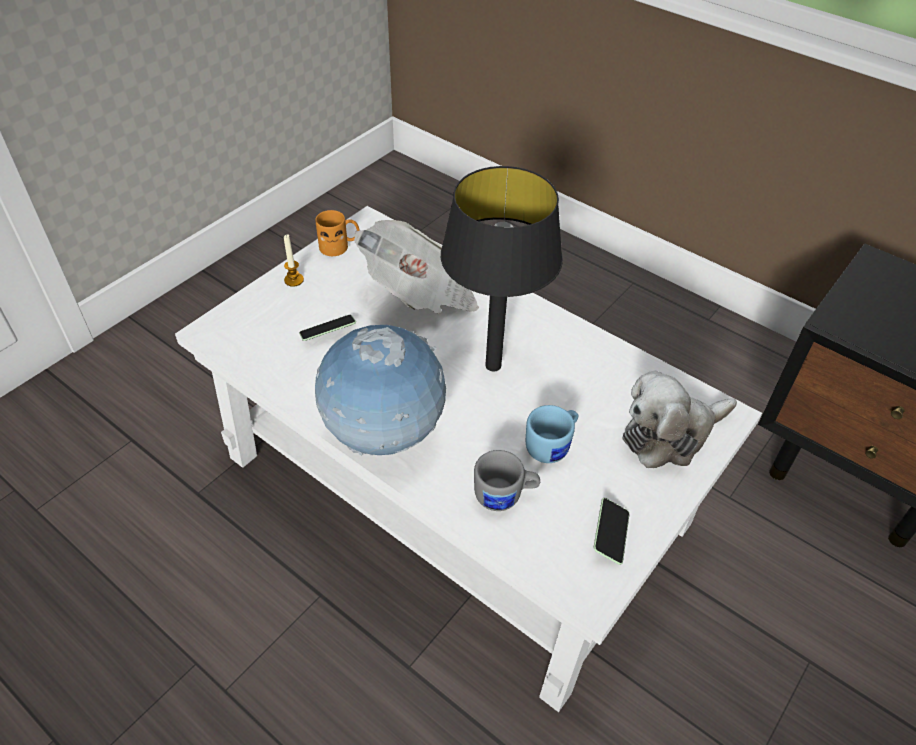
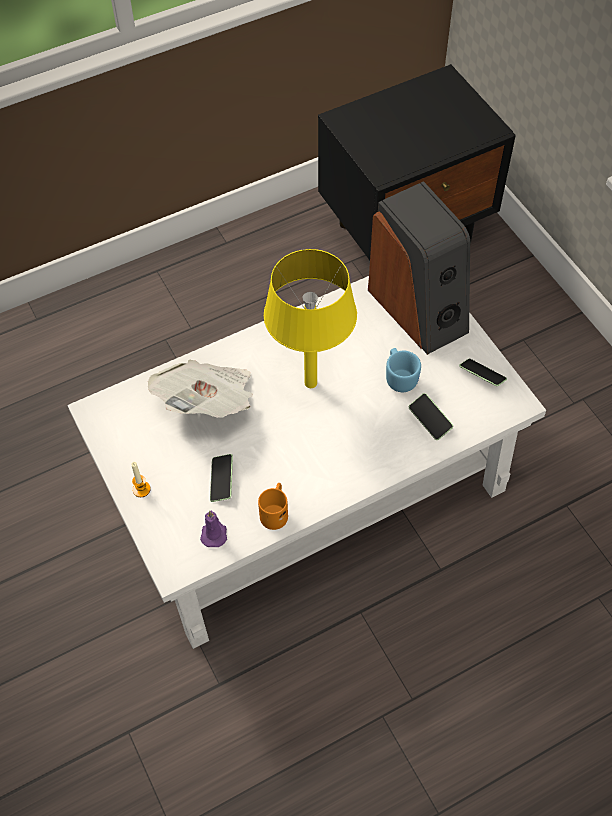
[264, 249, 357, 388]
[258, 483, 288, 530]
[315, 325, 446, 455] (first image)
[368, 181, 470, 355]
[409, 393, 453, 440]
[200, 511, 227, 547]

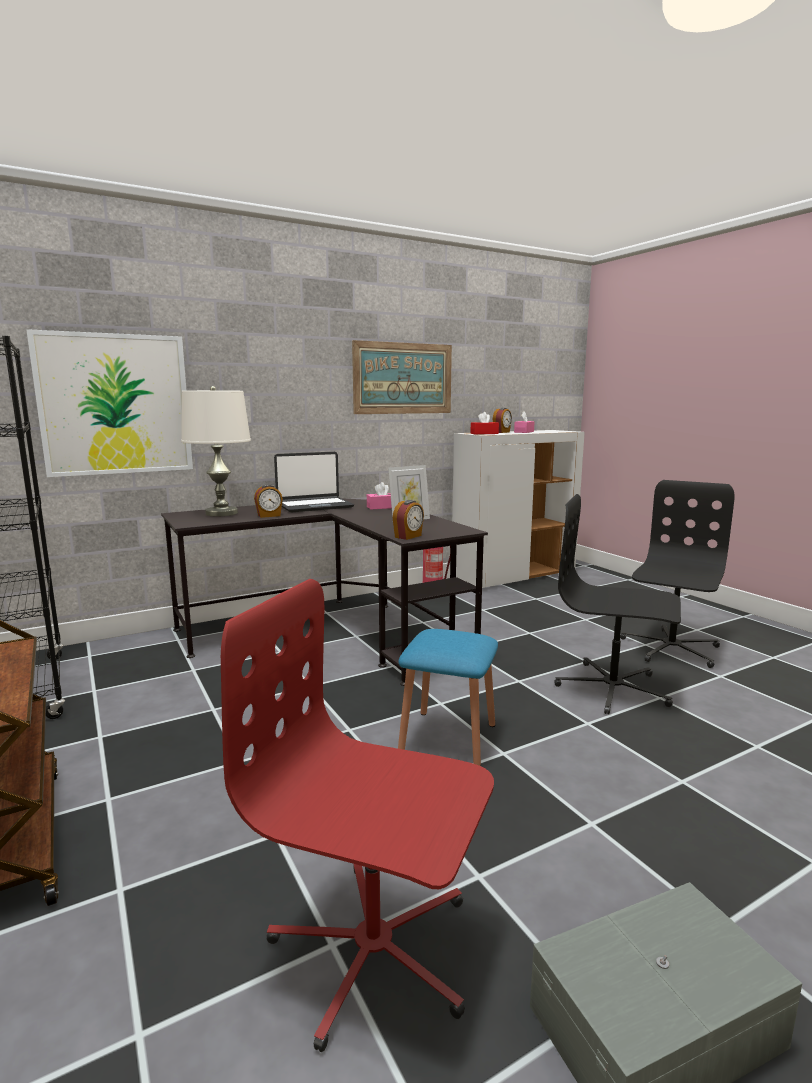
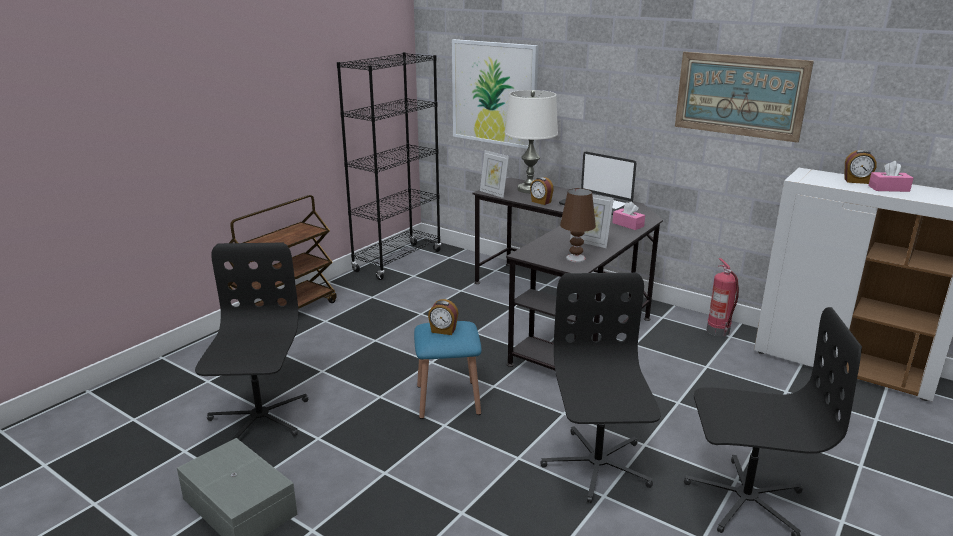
[470, 412, 499, 434] (first image)
[428, 299, 458, 335]
[195, 242, 308, 440]
[480, 150, 509, 198]
[560, 188, 596, 262]

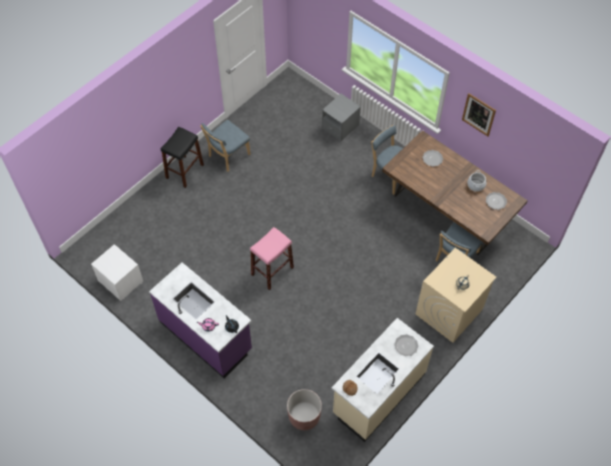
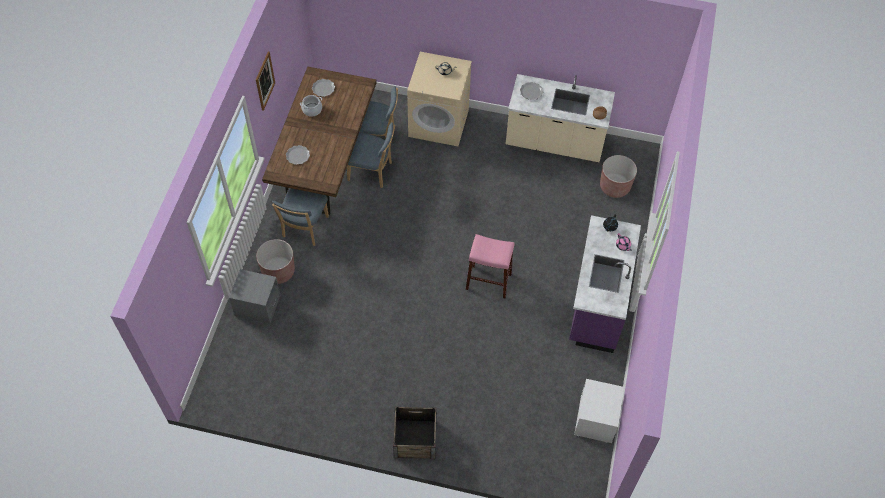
[347, 122, 395, 188]
[393, 406, 437, 459]
[256, 239, 295, 284]

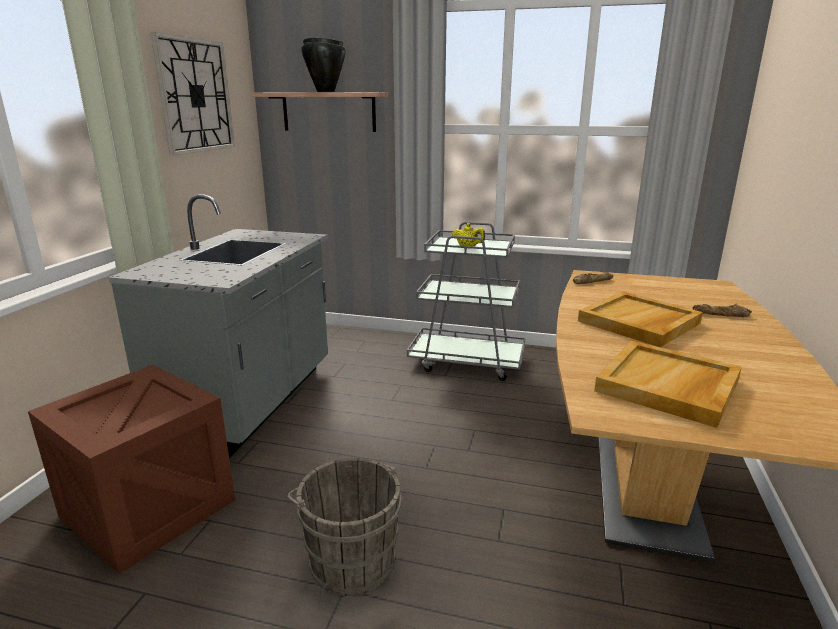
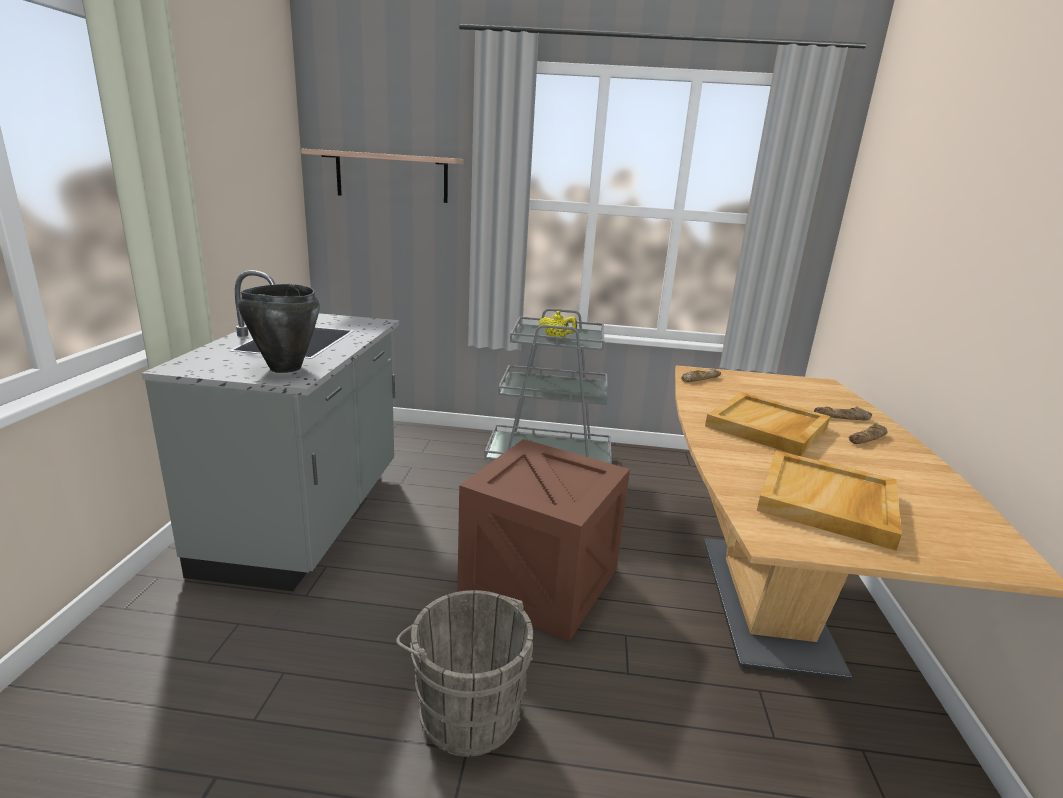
[150, 32, 235, 156] (first image)
[238, 284, 320, 373]
[457, 439, 630, 641]
[849, 423, 887, 444]

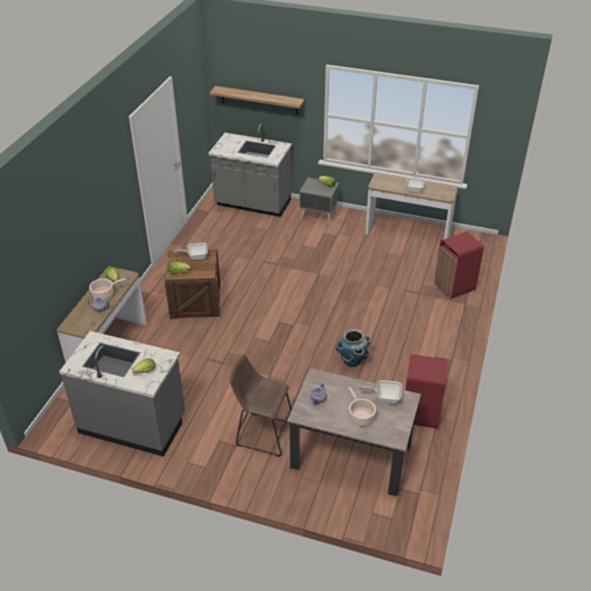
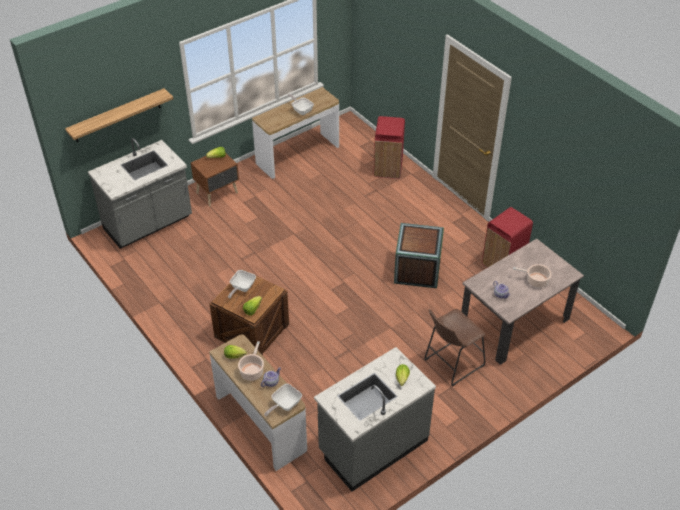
[191, 153, 239, 206]
[394, 223, 444, 288]
[264, 384, 302, 416]

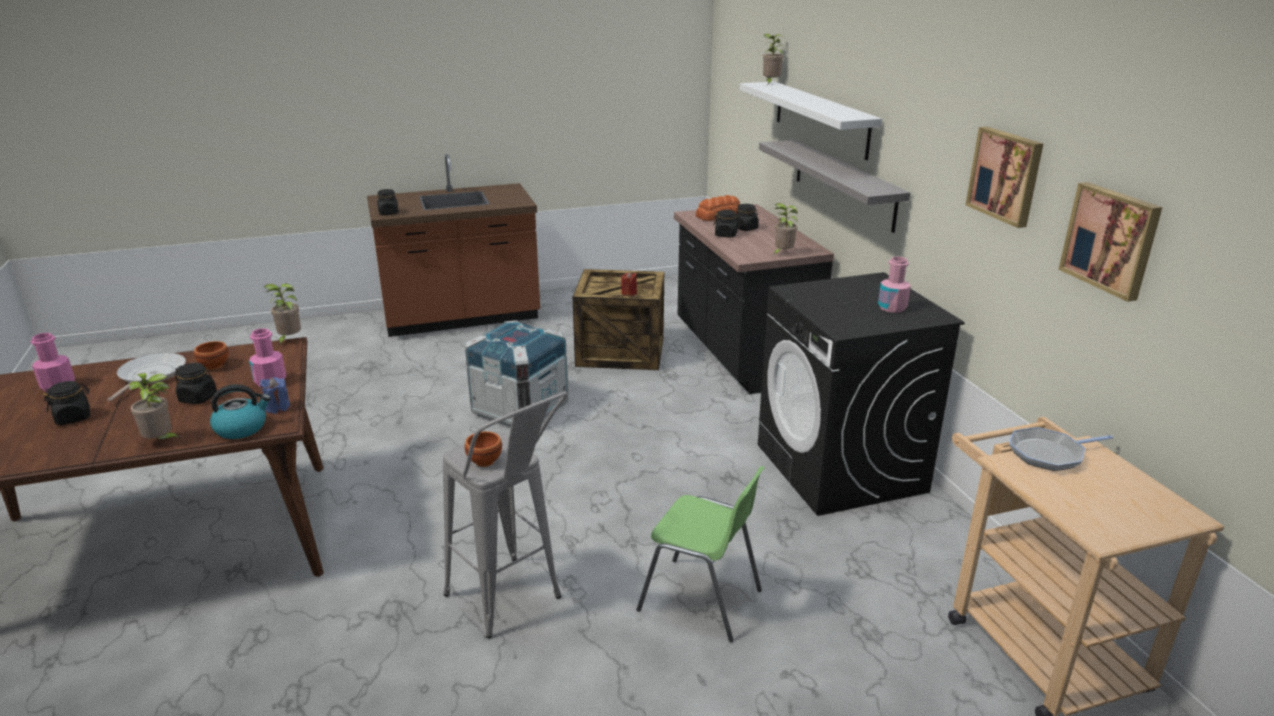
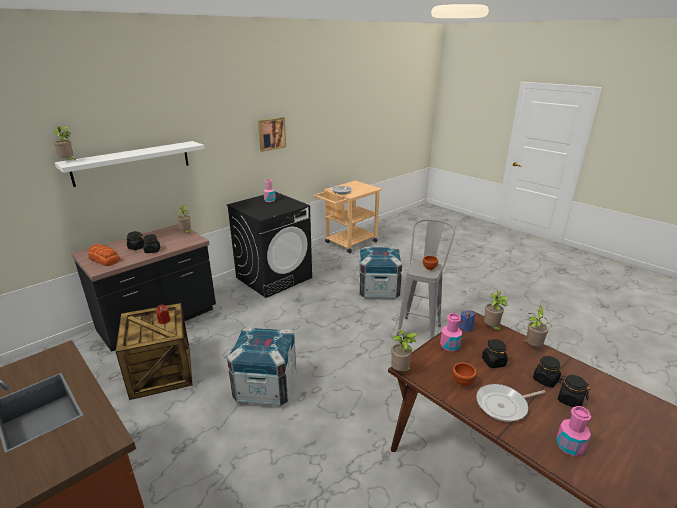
[759, 140, 910, 233] (first image)
[1059, 182, 1163, 302] (first image)
[533, 356, 561, 388]
[484, 291, 508, 333]
[359, 246, 402, 299]

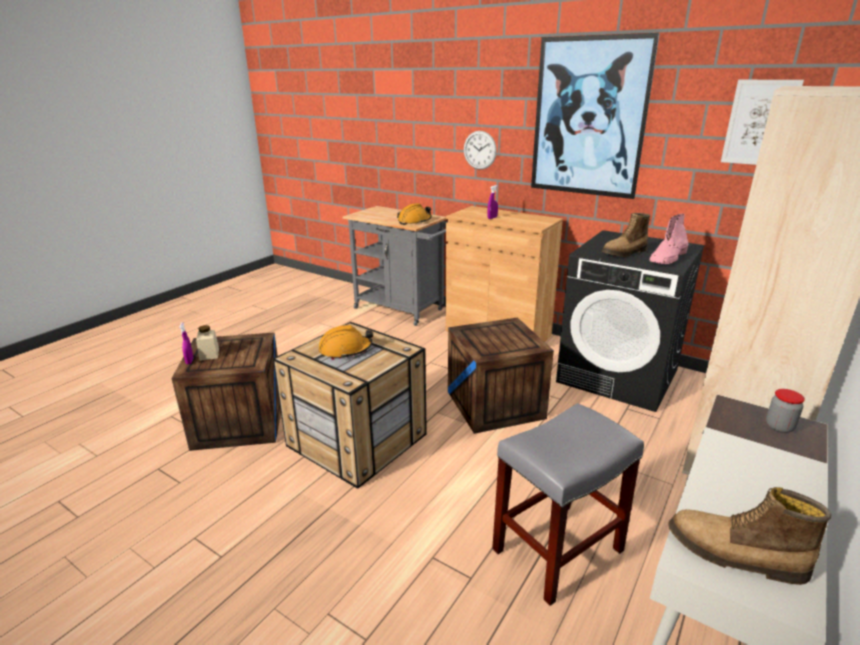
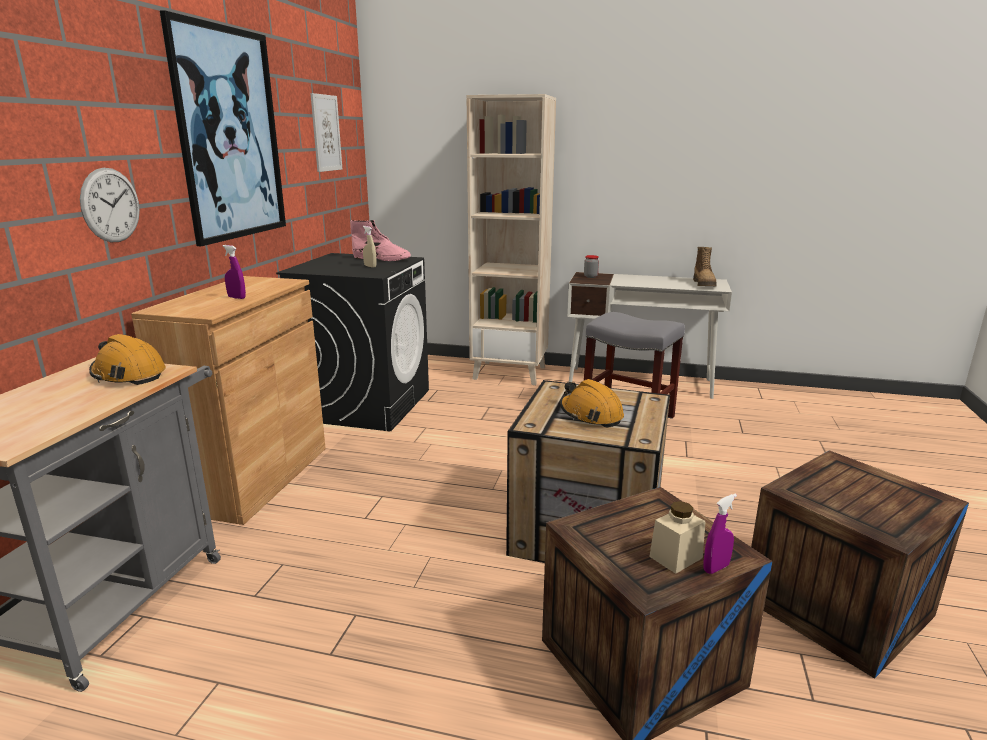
[363, 226, 376, 268]
[751, 450, 969, 679]

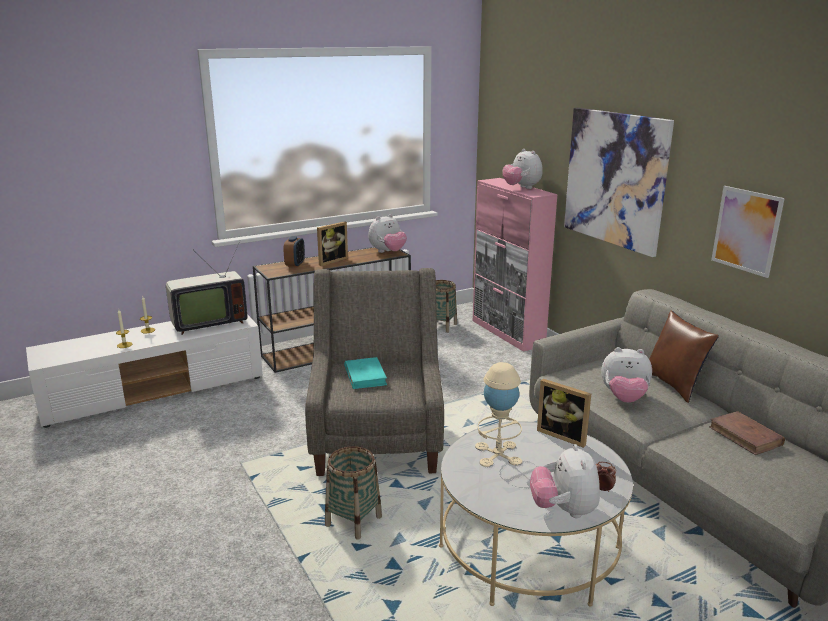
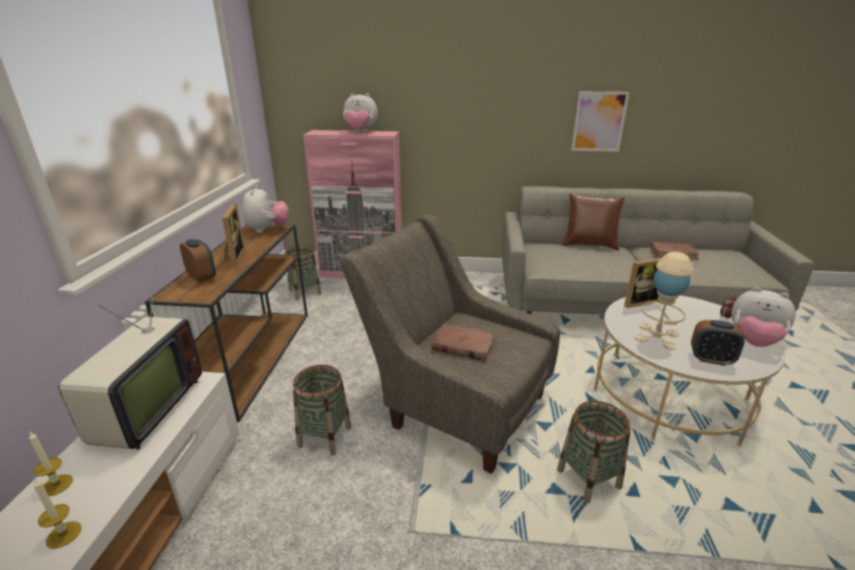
[564, 108, 674, 257] (first image)
[601, 347, 652, 403] (first image)
[431, 323, 496, 361]
[691, 320, 745, 366]
[293, 365, 351, 456]

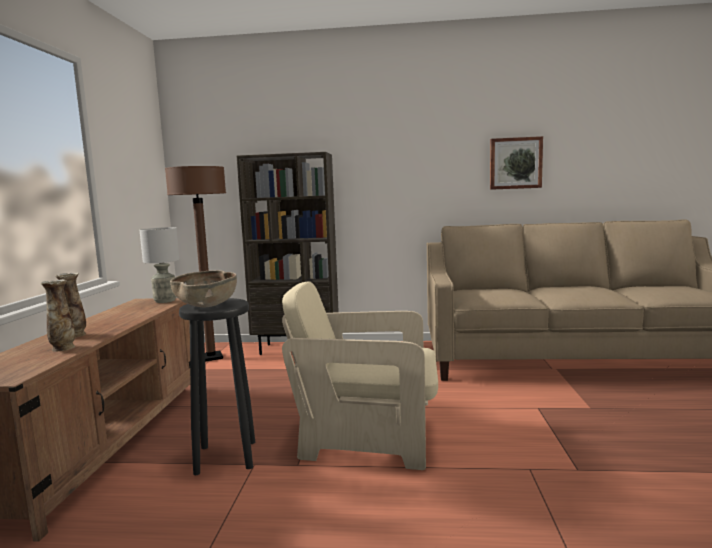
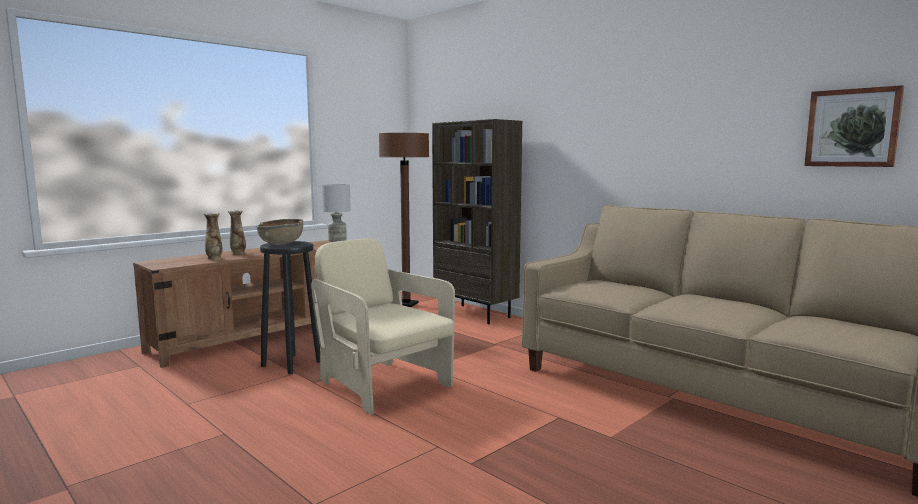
[804, 85, 904, 167]

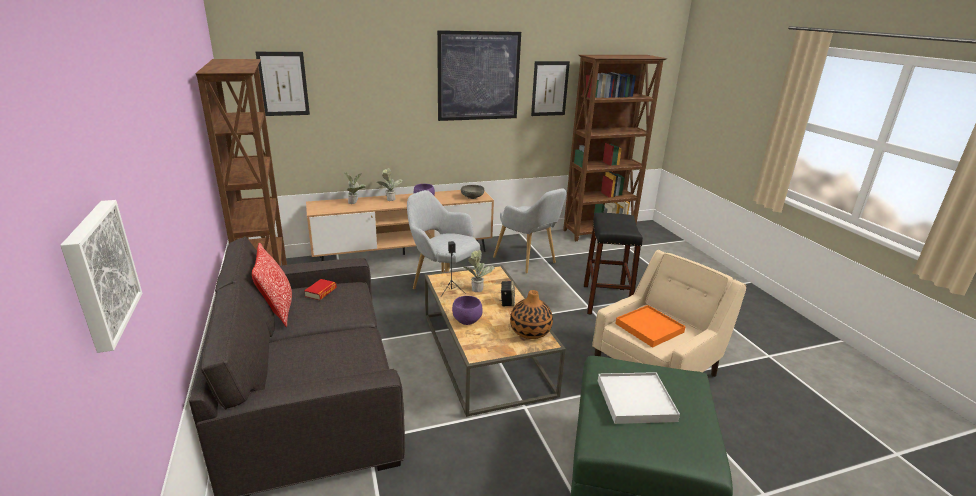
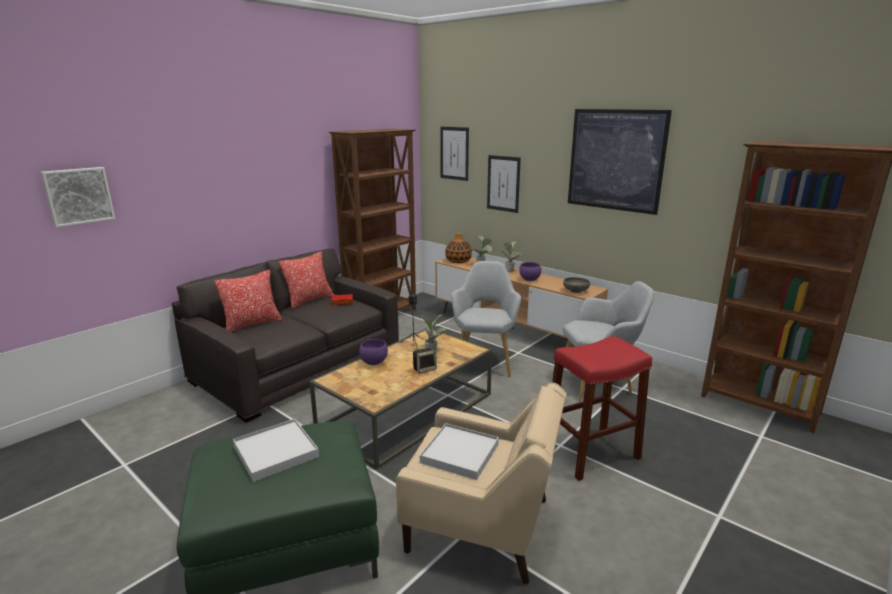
[487, 155, 521, 213]
[563, 281, 654, 401]
[552, 336, 652, 481]
[445, 233, 472, 263]
[420, 423, 499, 480]
[214, 270, 282, 332]

